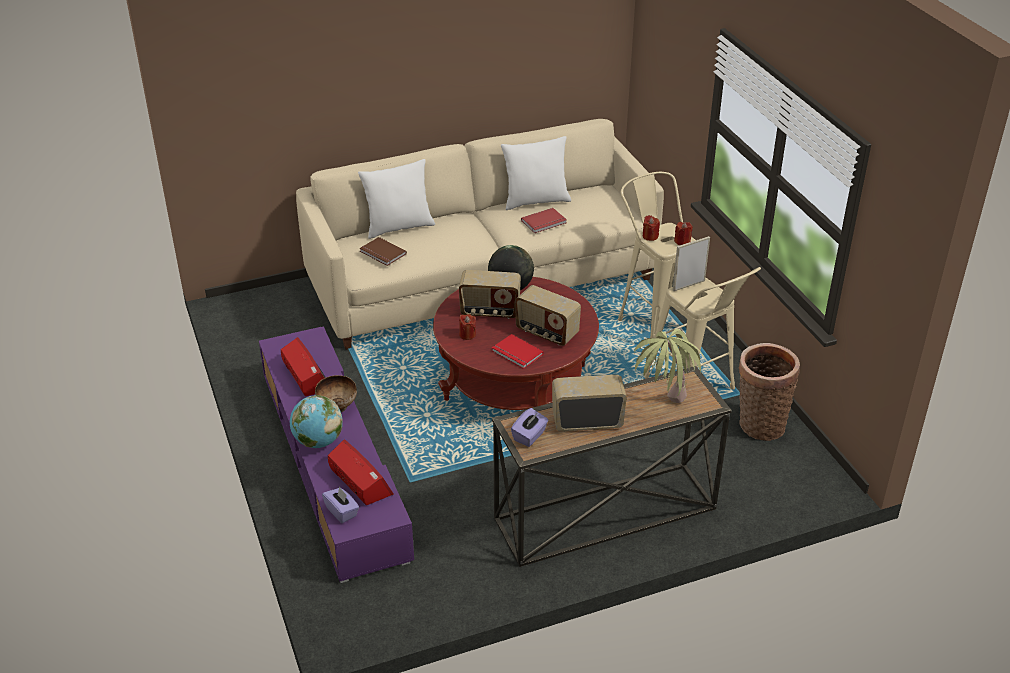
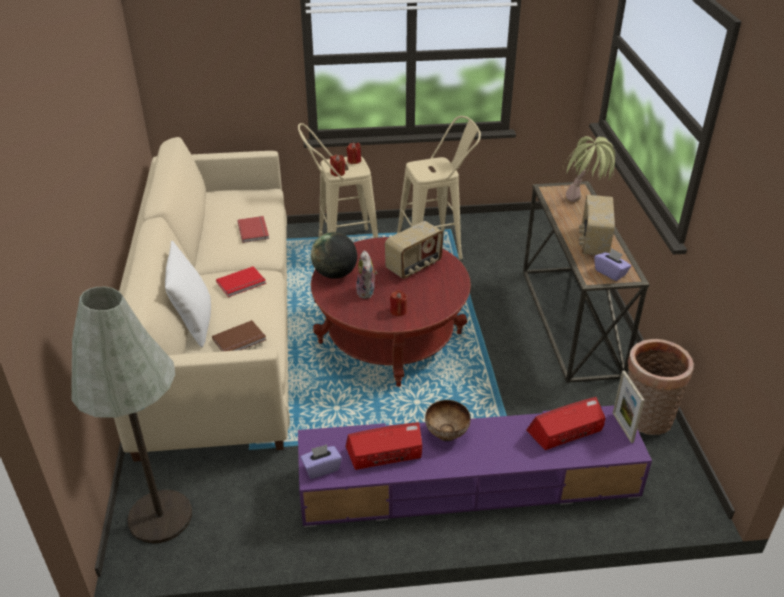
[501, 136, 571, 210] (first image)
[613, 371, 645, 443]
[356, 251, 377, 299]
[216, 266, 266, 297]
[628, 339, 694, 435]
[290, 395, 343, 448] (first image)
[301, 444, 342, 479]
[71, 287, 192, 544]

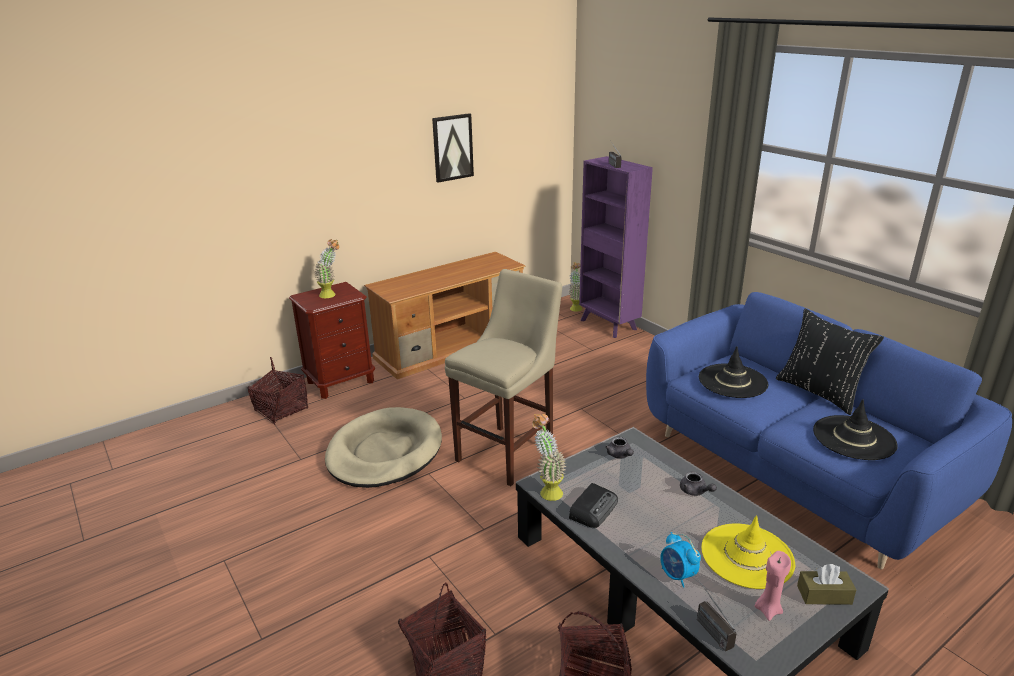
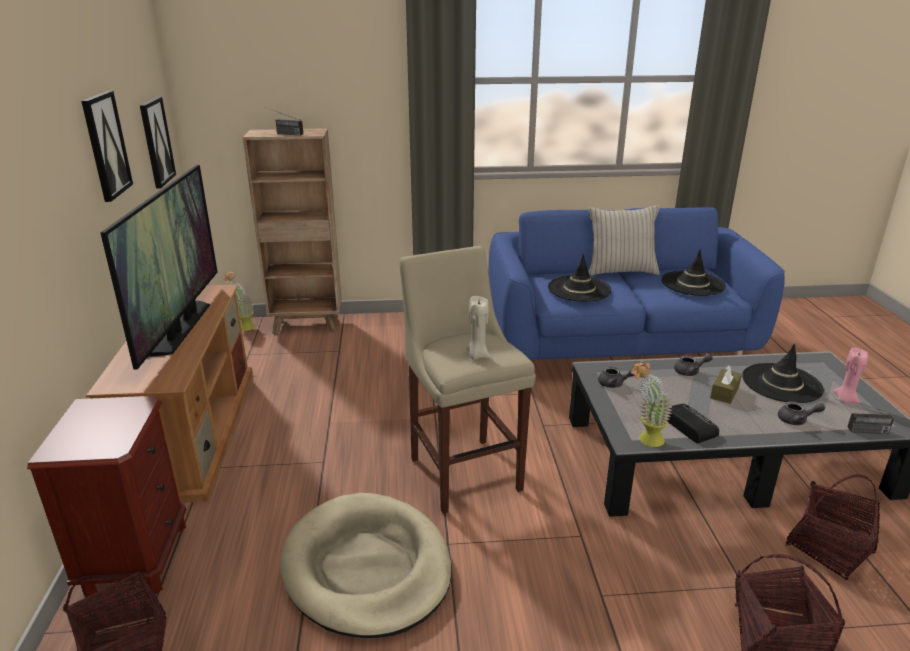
[243, 128, 342, 335]
[314, 239, 340, 298] (first image)
[588, 205, 660, 276]
[742, 343, 824, 403]
[778, 401, 825, 425]
[710, 364, 742, 404]
[140, 97, 176, 188]
[100, 165, 217, 369]
[467, 296, 491, 360]

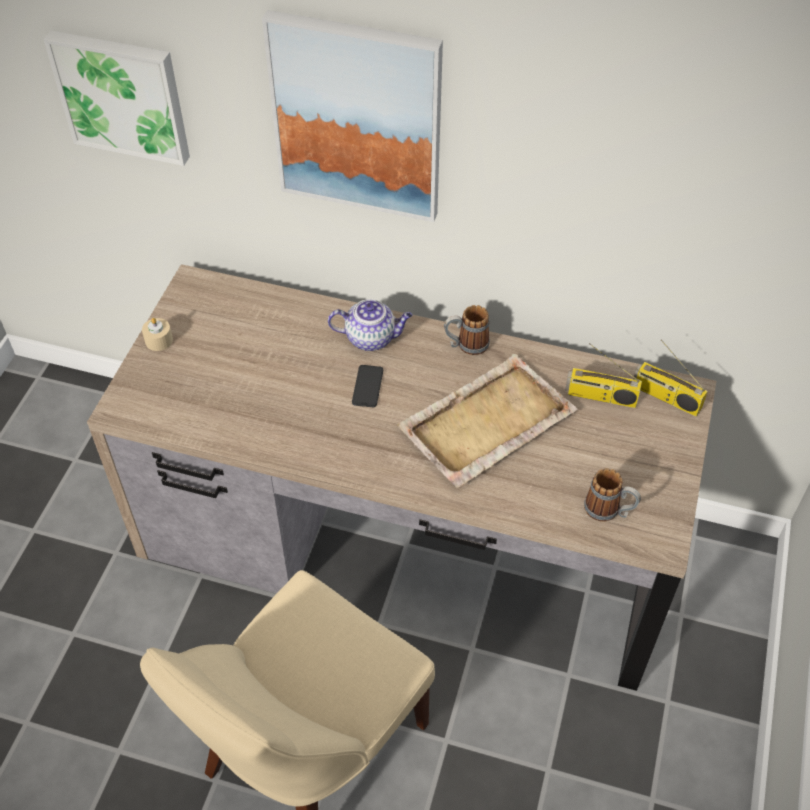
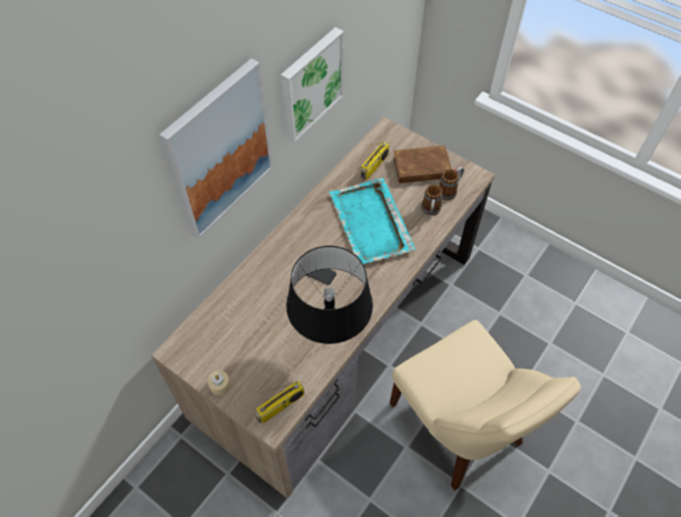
[281, 27, 344, 143]
[328, 299, 412, 351] (first image)
[421, 184, 442, 218]
[255, 381, 305, 423]
[329, 178, 416, 264]
[393, 146, 456, 183]
[286, 246, 373, 344]

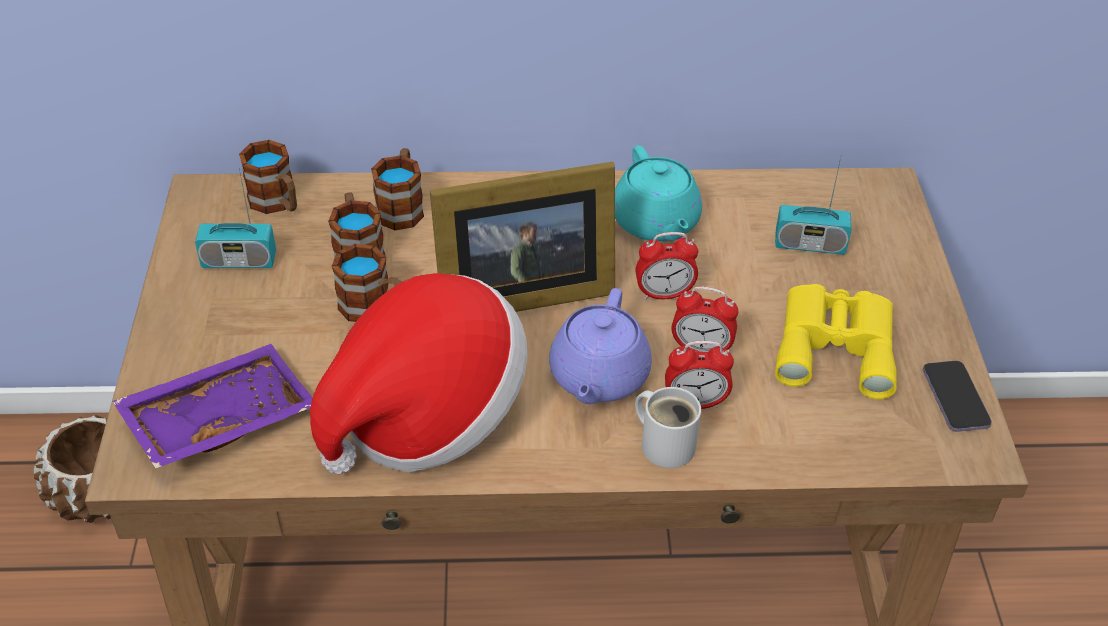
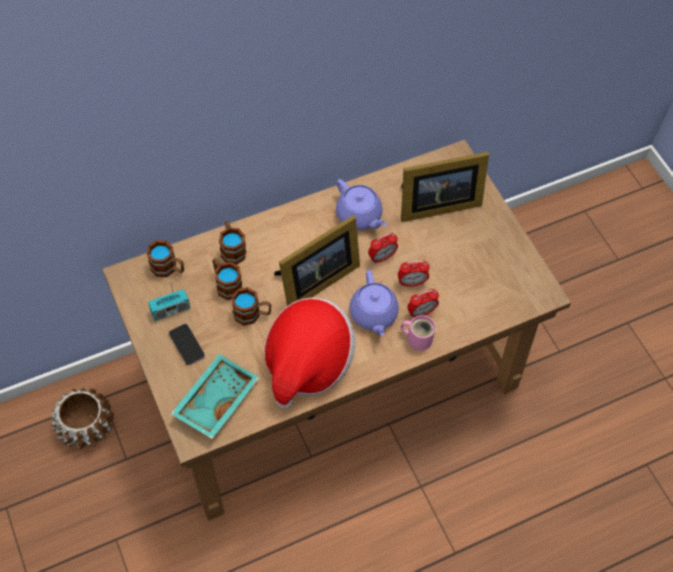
[336, 179, 387, 230]
[401, 152, 489, 222]
[775, 284, 897, 399] (first image)
[170, 354, 260, 439]
[169, 324, 205, 365]
[401, 315, 436, 351]

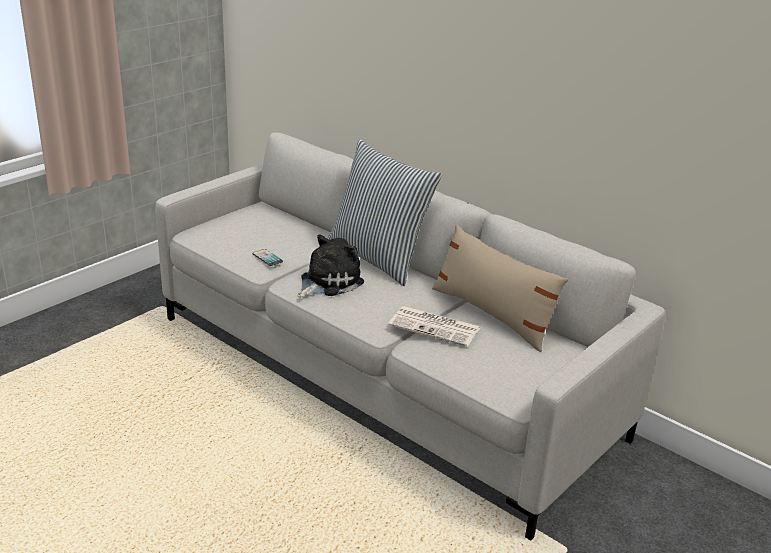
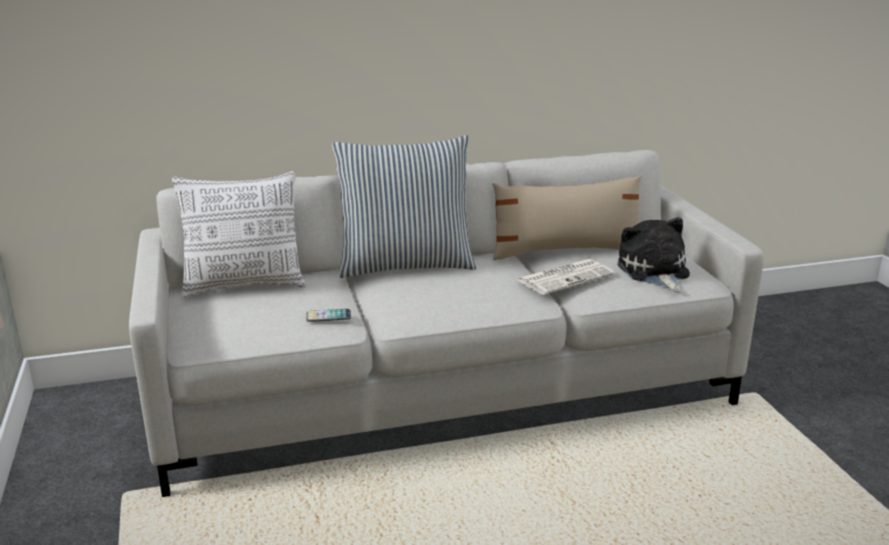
[617, 217, 690, 292]
[172, 171, 306, 297]

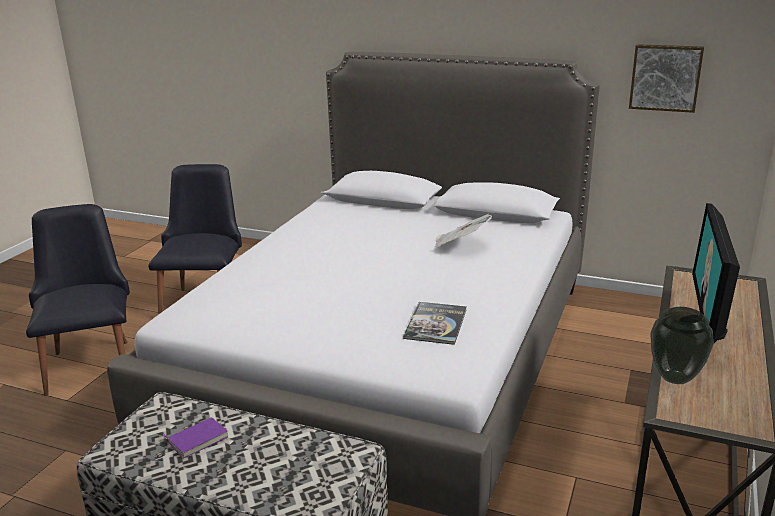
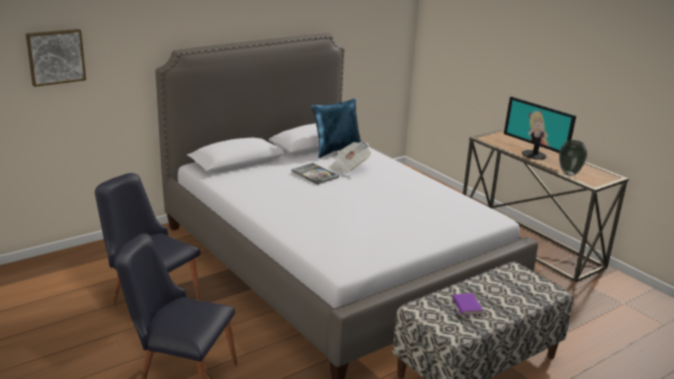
[26, 29, 86, 87]
[292, 163, 339, 184]
[311, 98, 362, 158]

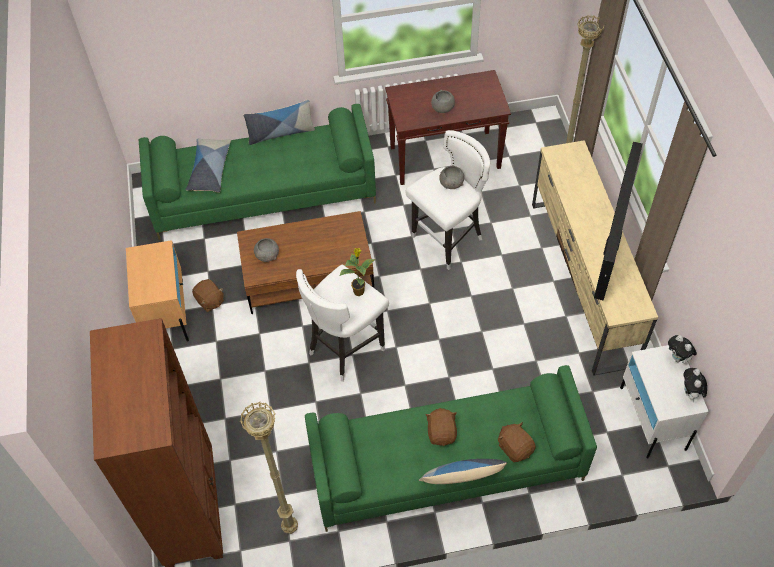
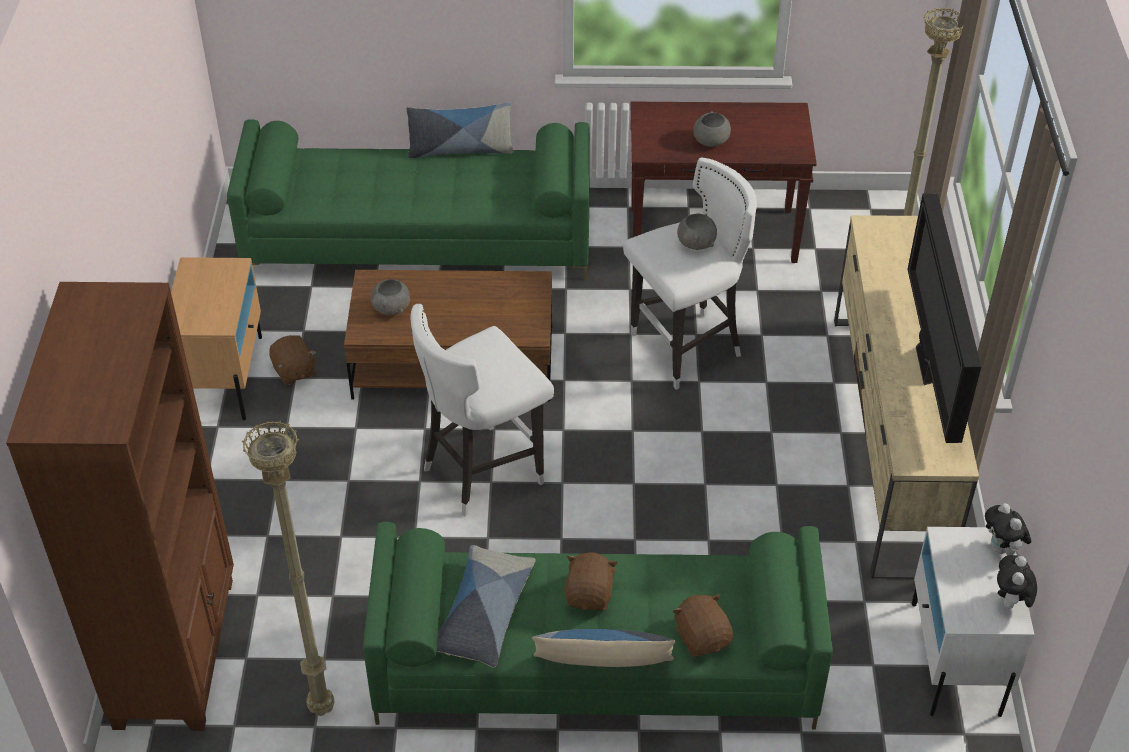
[437, 545, 536, 667]
[908, 193, 981, 443]
[339, 248, 376, 296] (first image)

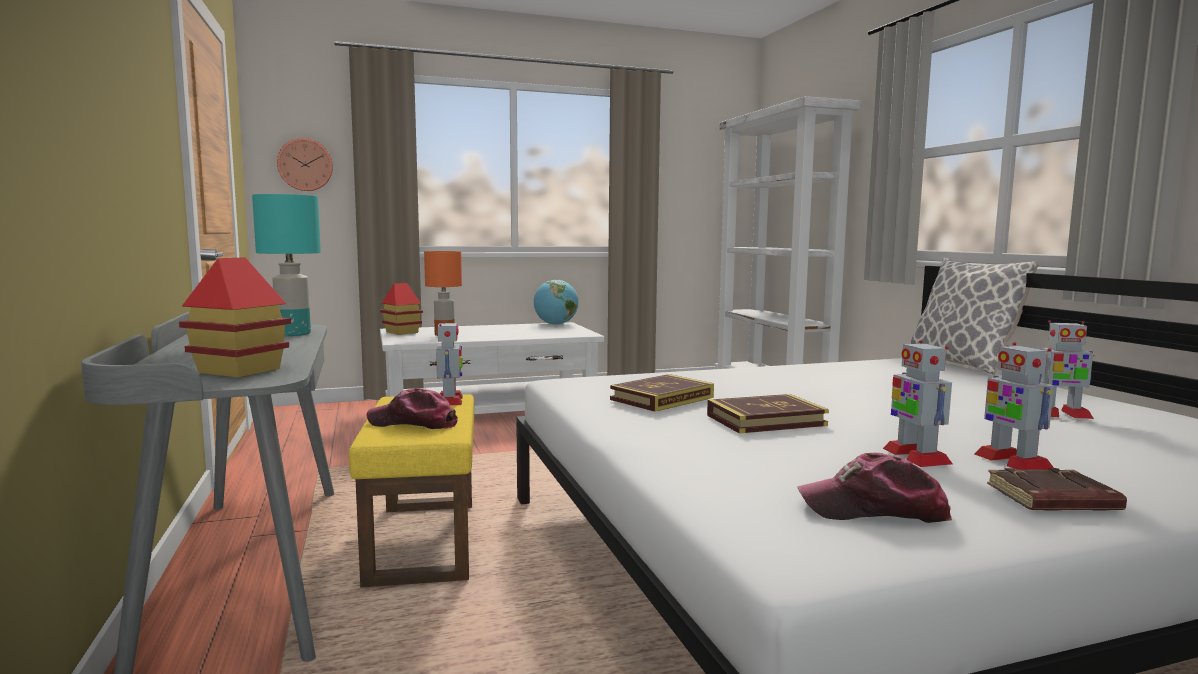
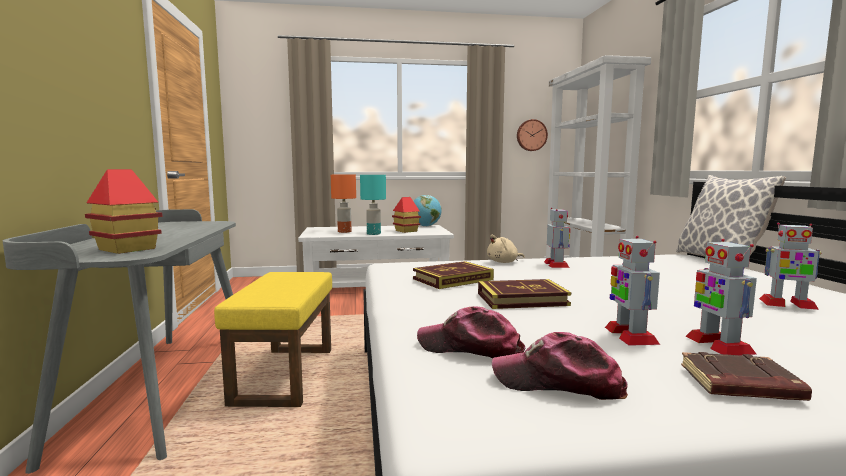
[517, 119, 548, 151]
[360, 175, 386, 235]
[392, 197, 421, 233]
[544, 208, 570, 268]
[417, 307, 525, 358]
[487, 235, 525, 263]

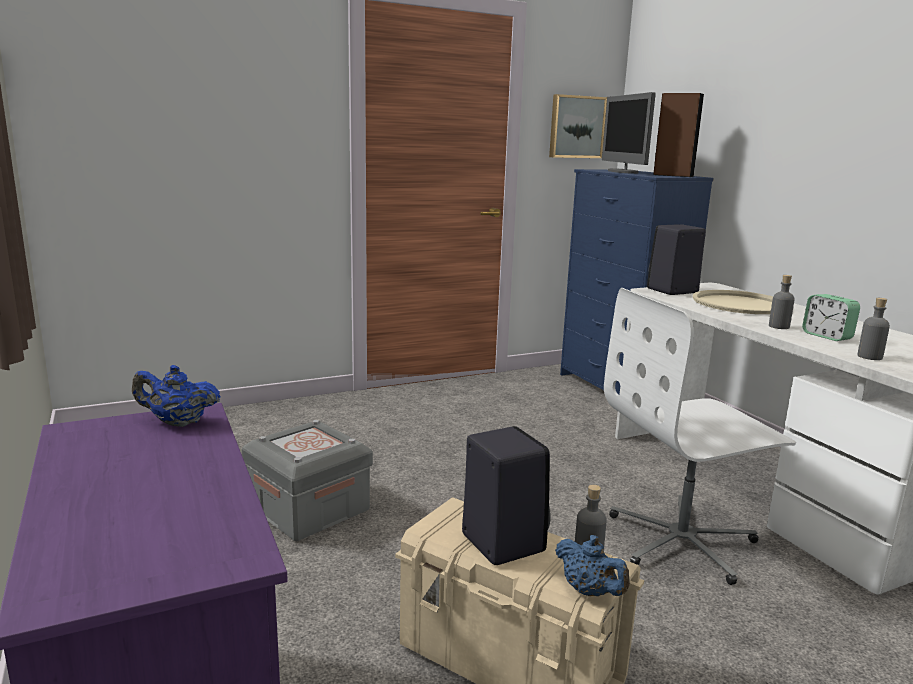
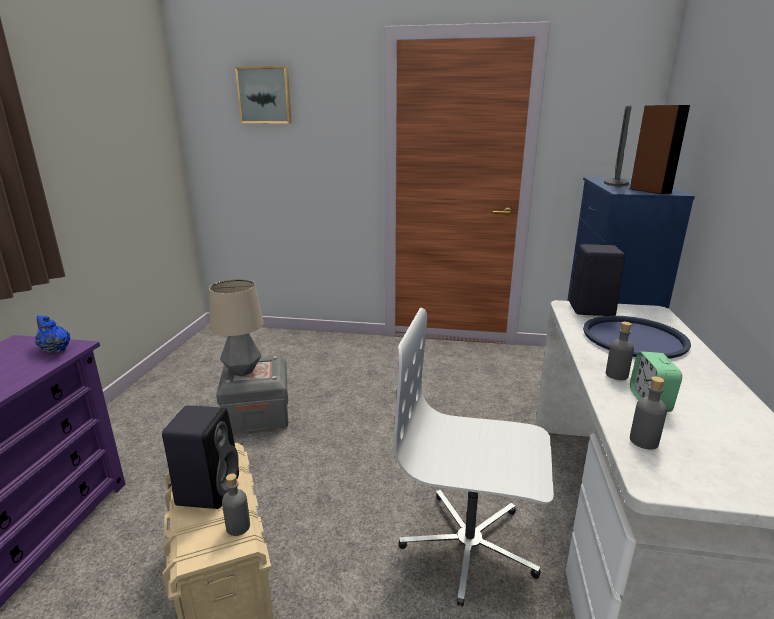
[235, 66, 292, 123]
[583, 316, 691, 359]
[555, 535, 629, 596] (first image)
[209, 279, 264, 376]

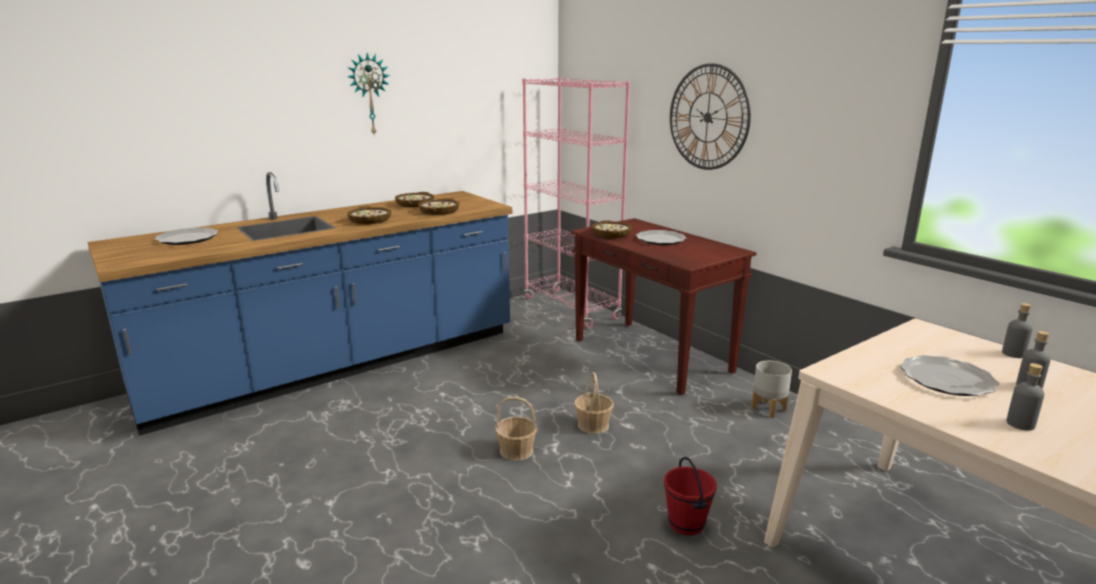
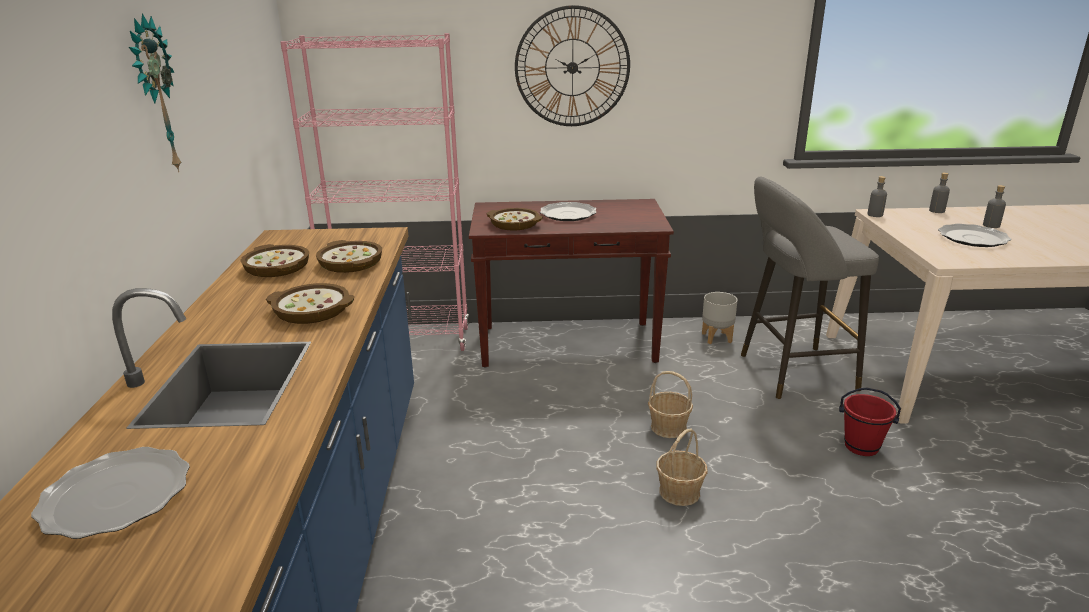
[867, 176, 887, 217]
[741, 177, 879, 399]

